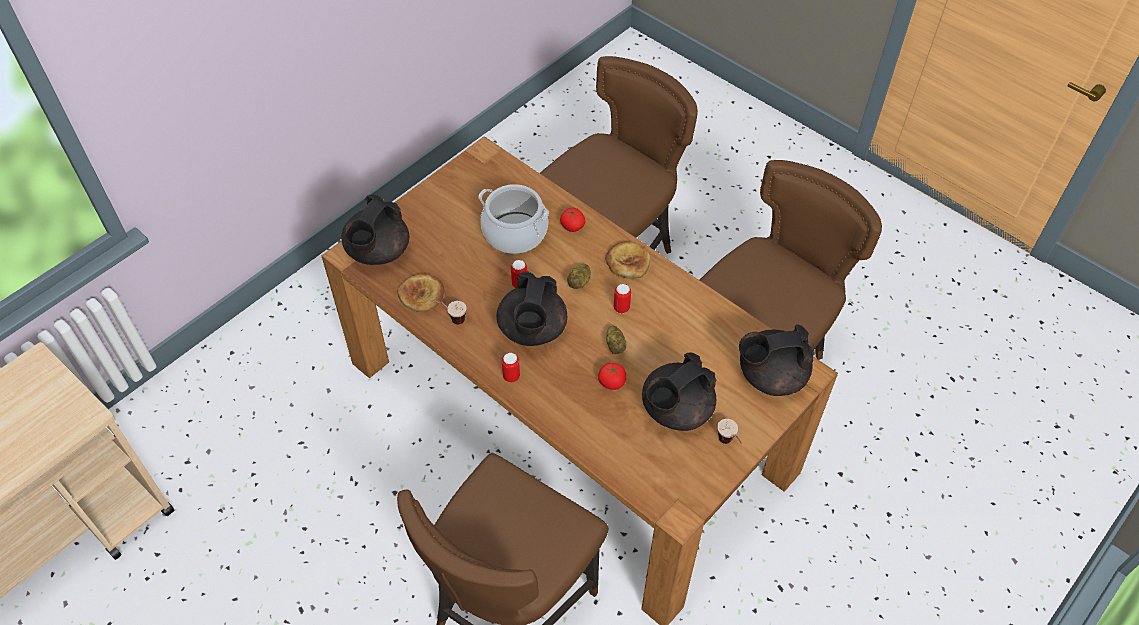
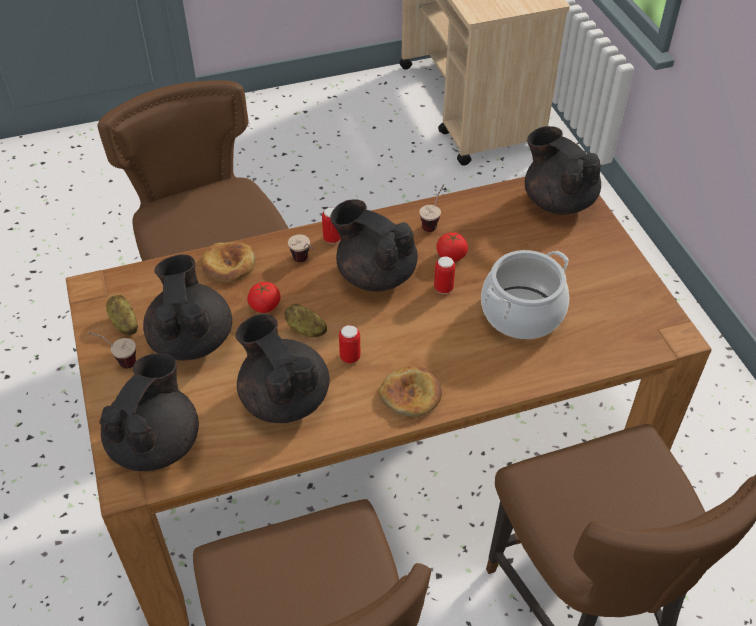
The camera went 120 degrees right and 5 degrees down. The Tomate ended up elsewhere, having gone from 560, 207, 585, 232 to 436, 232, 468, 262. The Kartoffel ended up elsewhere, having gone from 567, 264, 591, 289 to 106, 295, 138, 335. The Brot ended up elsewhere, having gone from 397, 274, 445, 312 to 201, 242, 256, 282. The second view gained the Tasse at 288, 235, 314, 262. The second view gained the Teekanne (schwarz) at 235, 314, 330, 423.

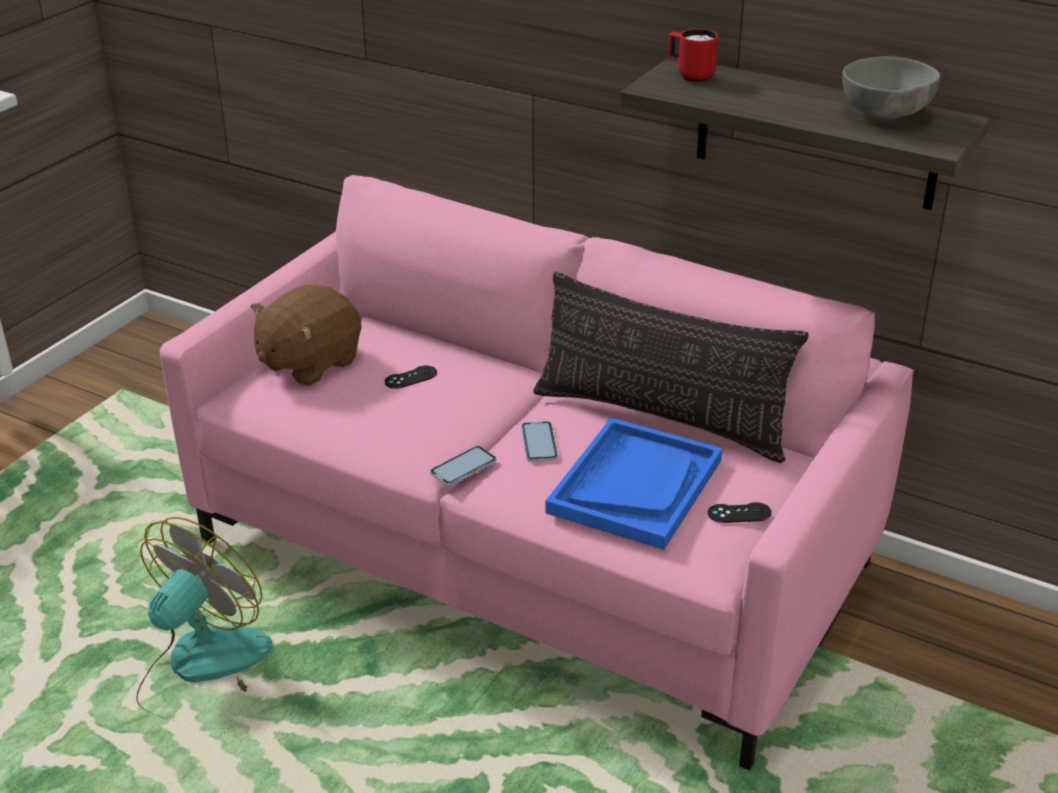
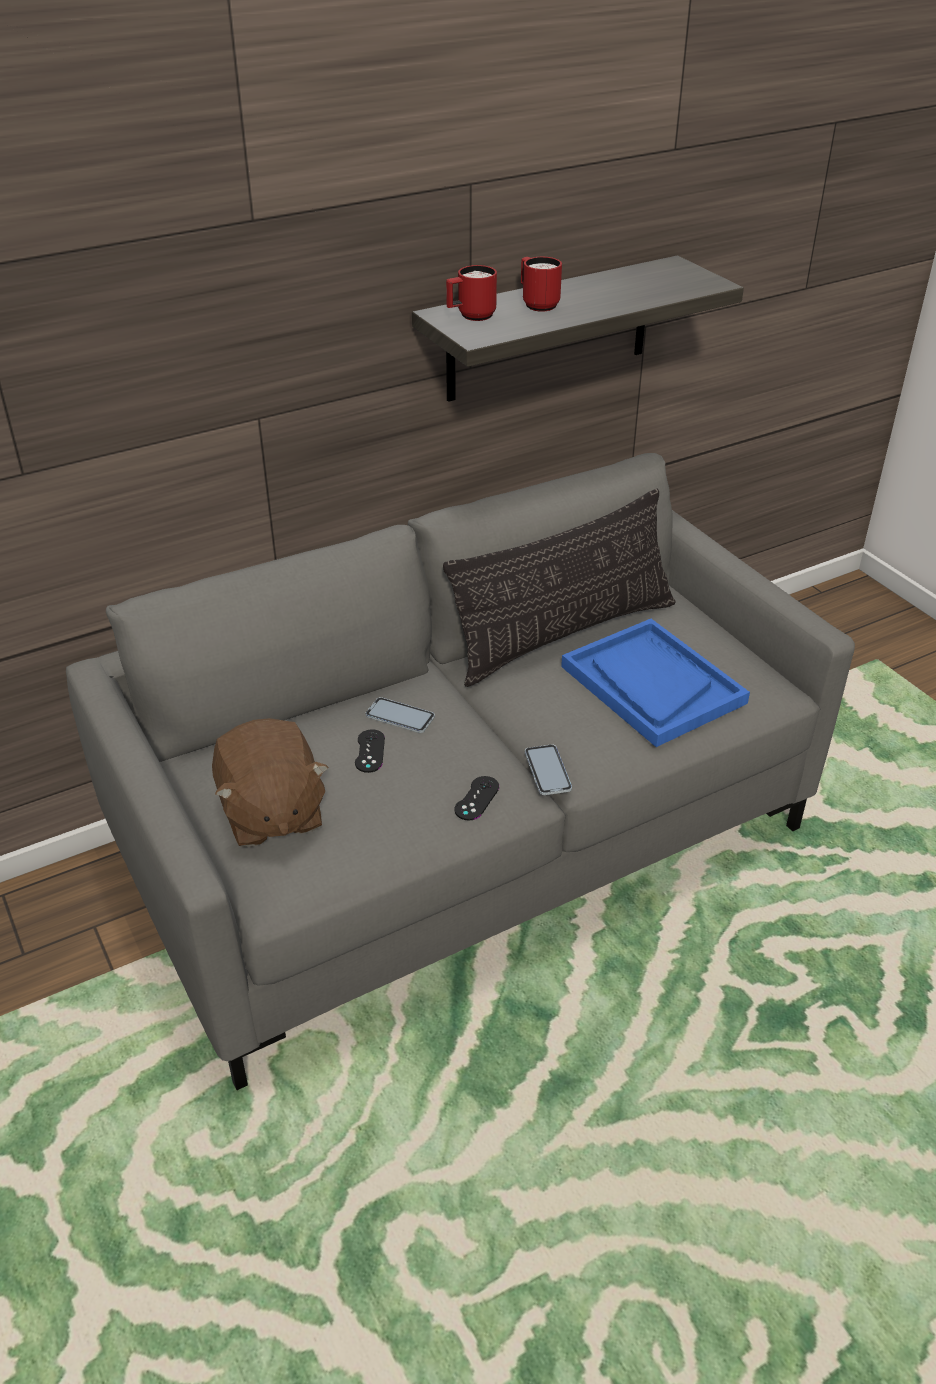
The camera went 60 degrees left and 5 degrees up. The second view lost the Schüssel (grau) at 842, 56, 940, 119. What was the Sofa (rosa) at 160, 175, 914, 770 turned into the Sofa (grau) at 66, 453, 855, 1090. The Handy ended up elsewhere, having gone from 521, 421, 558, 462 to 366, 697, 435, 733. The Gamepad (schwarz) ended up elsewhere, having gone from 708, 502, 772, 523 to 454, 776, 499, 820. The second view lost the Ventilator at 136, 517, 273, 722. The second view gained the Henkelbecher (rot) at 521, 257, 562, 312.

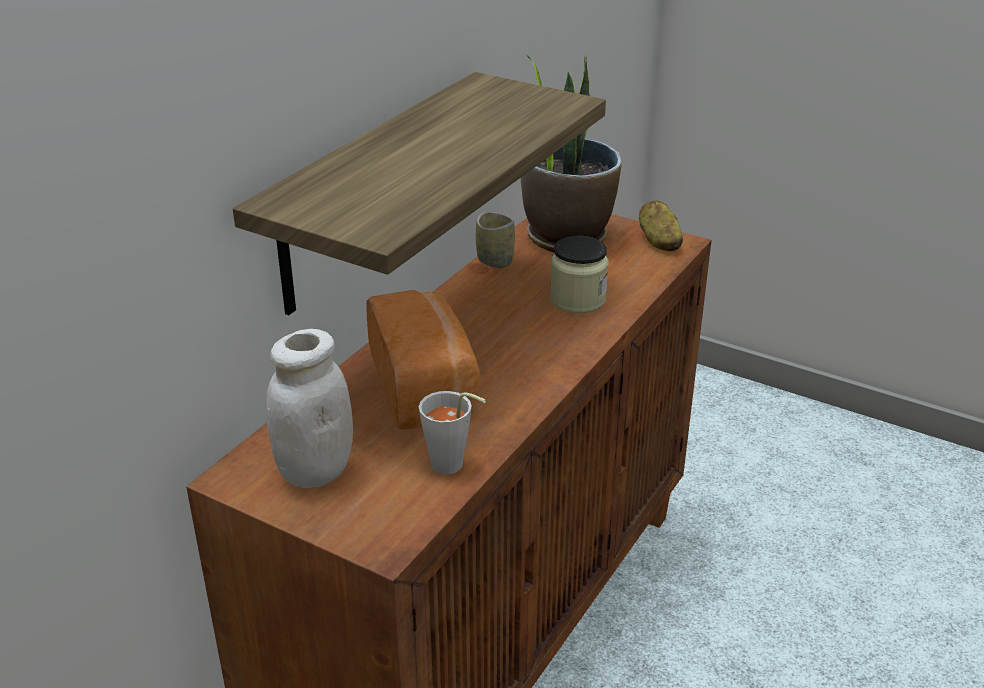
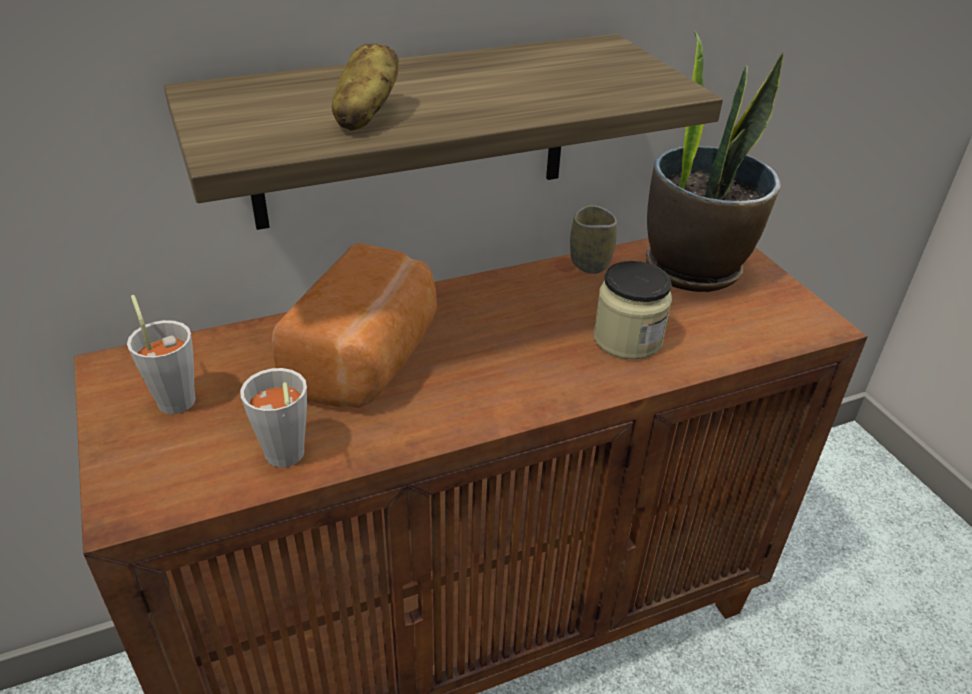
The camera went 35 degrees right and 5 degrees up. The Kartoffel ended up elsewhere, having gone from 639, 201, 683, 251 to 332, 43, 399, 131. Where the Vorratsglas (weiß) stood at 266, 329, 353, 488, the Tasse (grau) came to stand at 127, 295, 196, 414.

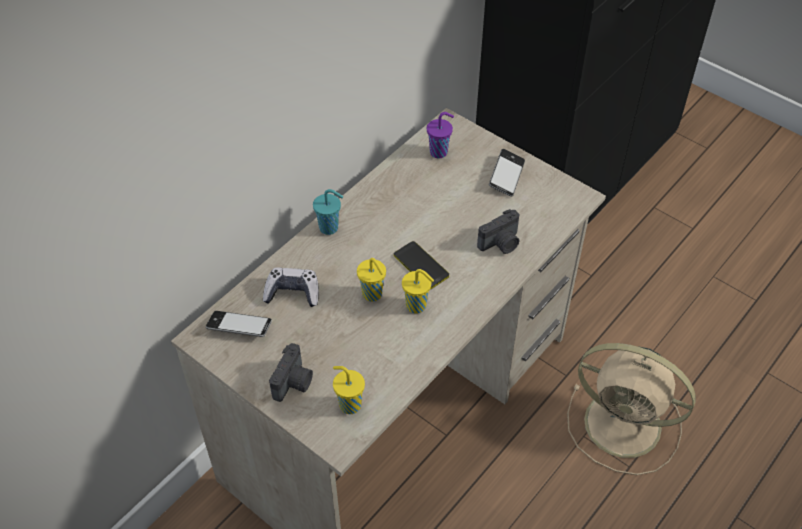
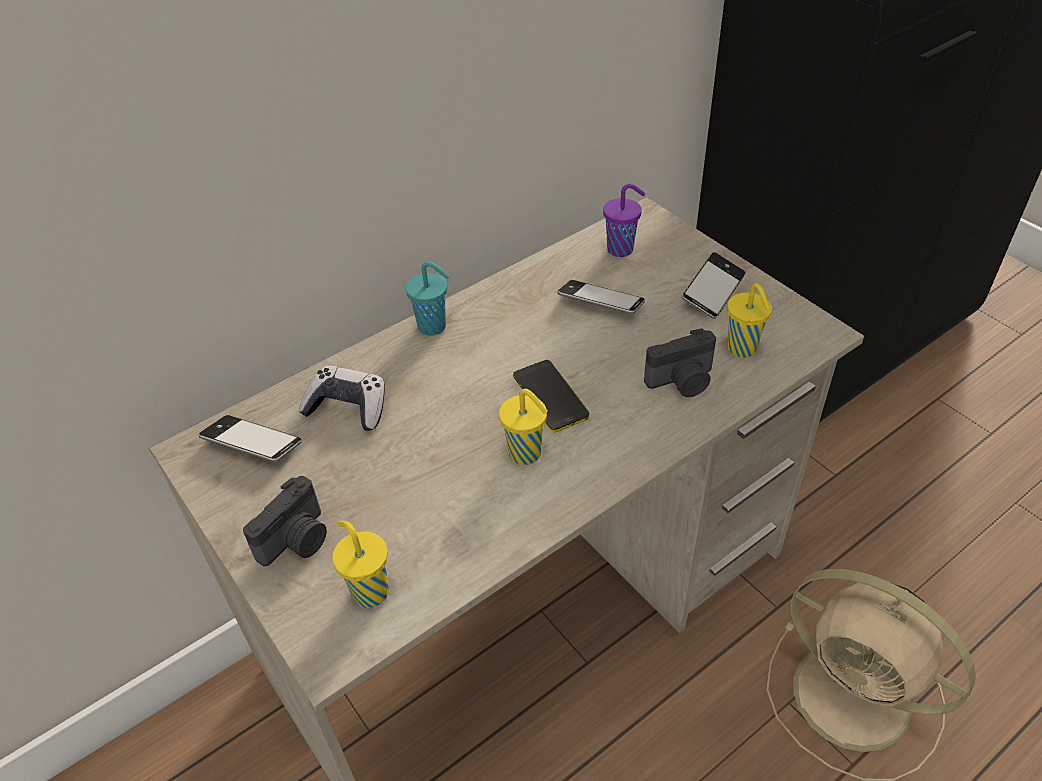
The camera went 15 degrees right and 5 degrees down. The Tasse (gelb) ended up elsewhere, having gone from 357, 258, 386, 302 to 727, 283, 772, 358. The second view gained the Handy at 557, 280, 645, 314.

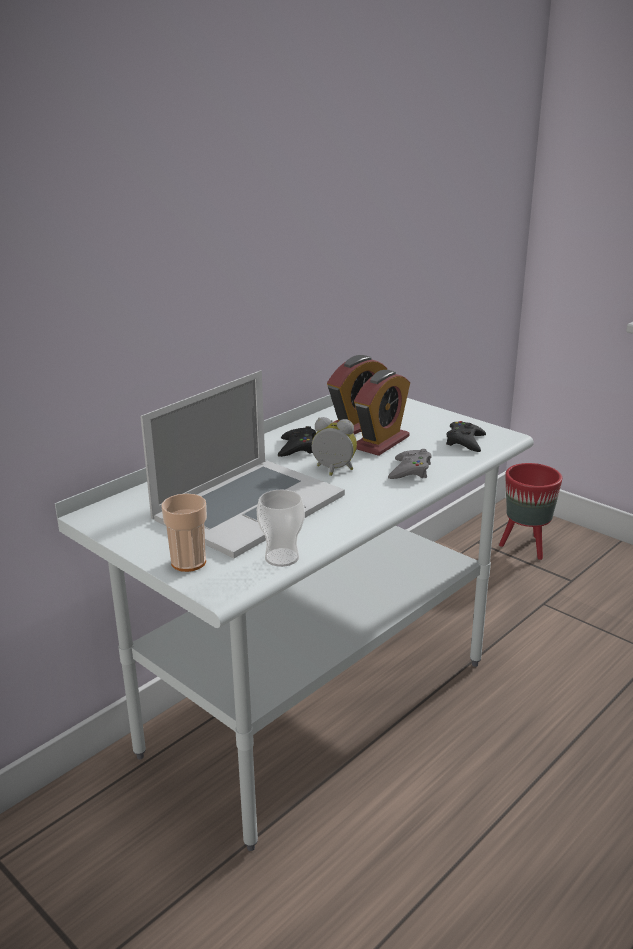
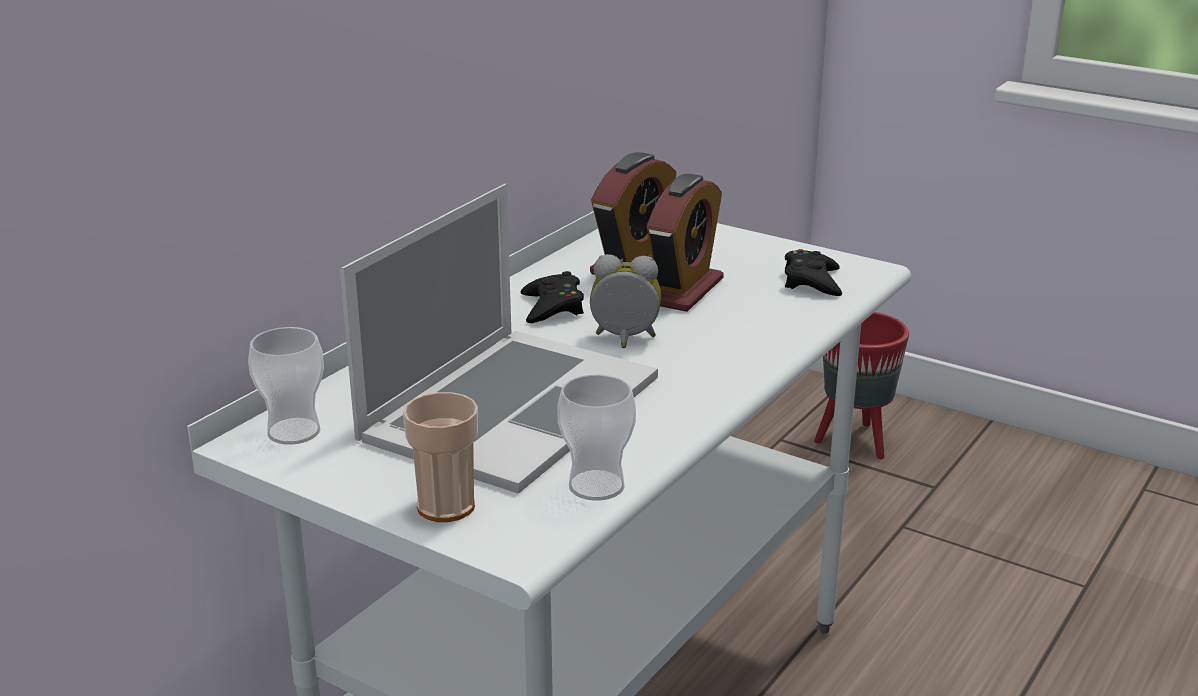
The camera went 10 degrees left and 0 degrees up. The second view lost the Gamepad (grau) at 388, 449, 432, 479. The second view gained the Tasse at 248, 327, 324, 445.

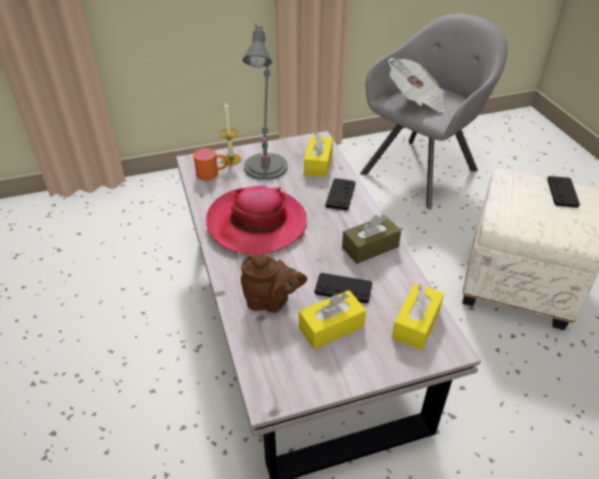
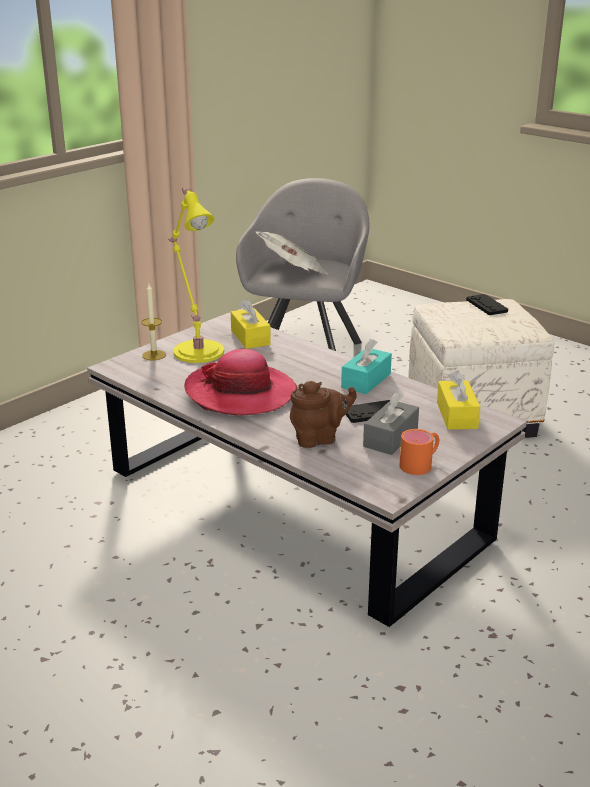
The camera went 30 degrees left and 15 degrees down. What was the Tischlampe (grau) at 242, 23, 288, 180 turned into the Tischlampe (gelb) at 169, 188, 224, 363. The Henkelbecher (orange) ended up elsewhere, having gone from 193, 148, 228, 181 to 400, 429, 439, 475. The second view lost the Gamepad (schwarz) at 325, 178, 355, 211. What was the Taschentuchbox (braun) at 342, 214, 401, 264 turned into the Taschentuchbox (türkis) at 341, 339, 392, 394. What was the Taschentuchbox (gelb) at 299, 290, 366, 349 turned into the Taschentuchbox (grau) at 363, 392, 419, 455.

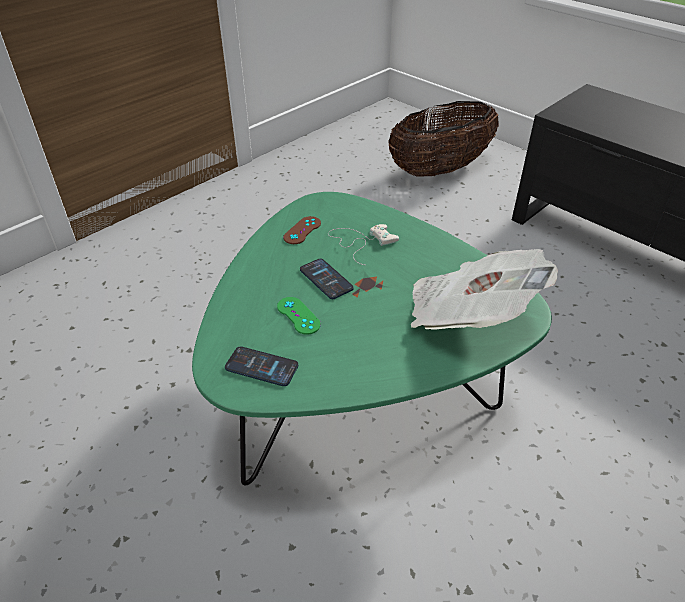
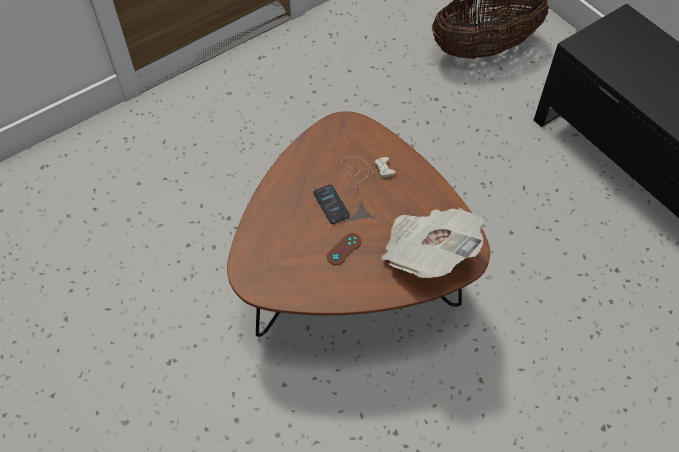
The camera went 10 degrees right and 15 degrees up. What was the Couchtisch (grün) at 192, 192, 552, 486 turned into the Couchtisch (braun) at 227, 111, 490, 337. The Gamepad (braun) ended up elsewhere, having gone from 283, 216, 321, 244 to 327, 233, 361, 265. The second view lost the Gamepad (grün) at 277, 297, 321, 335. The second view lost the Handy at 225, 346, 298, 386.

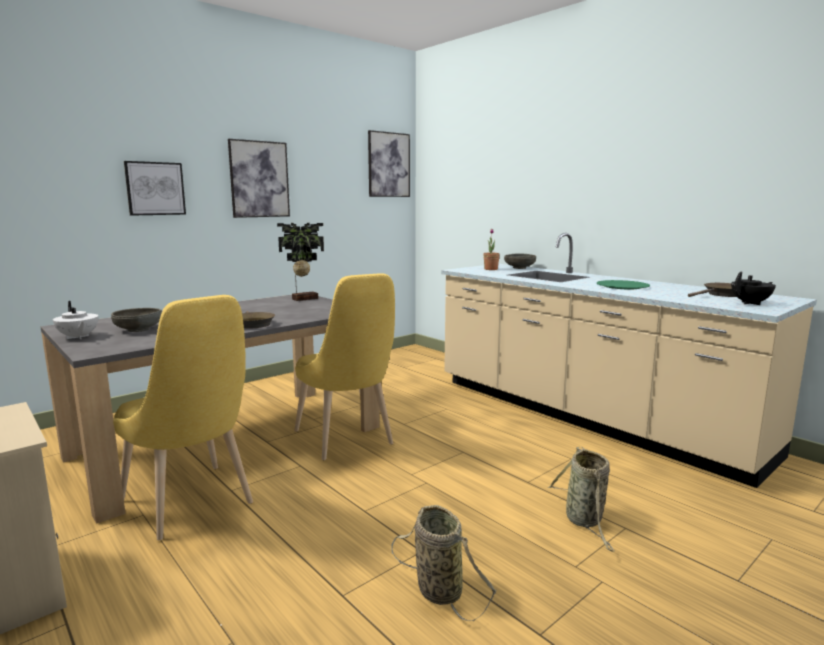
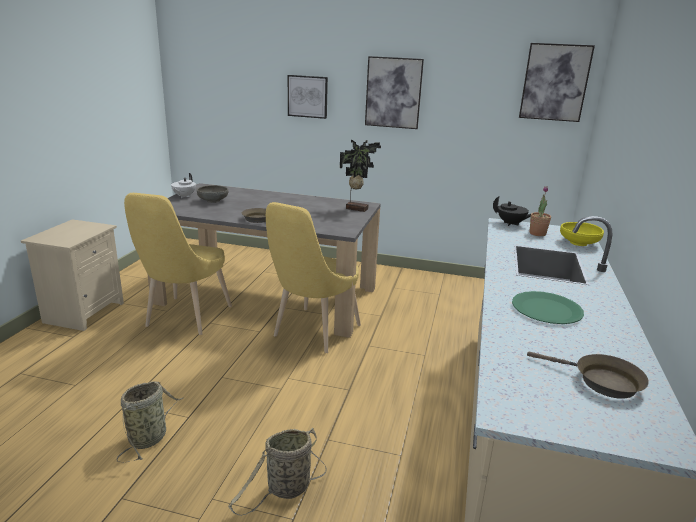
The camera went 55 degrees right and 10 degrees up. What was the Schüssel (grau) at 504, 254, 536, 269 turned into the Schüssel (gelb) at 560, 222, 604, 246. The Teekanne (schwarz) ended up elsewhere, having gone from 731, 271, 776, 305 to 493, 196, 531, 226.

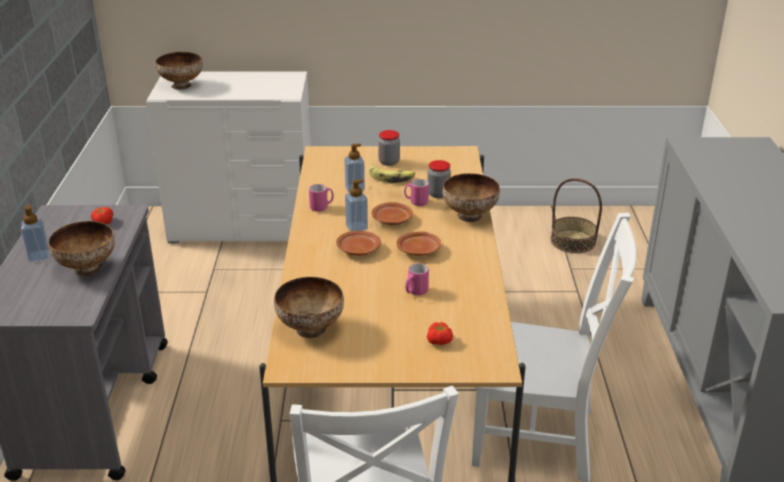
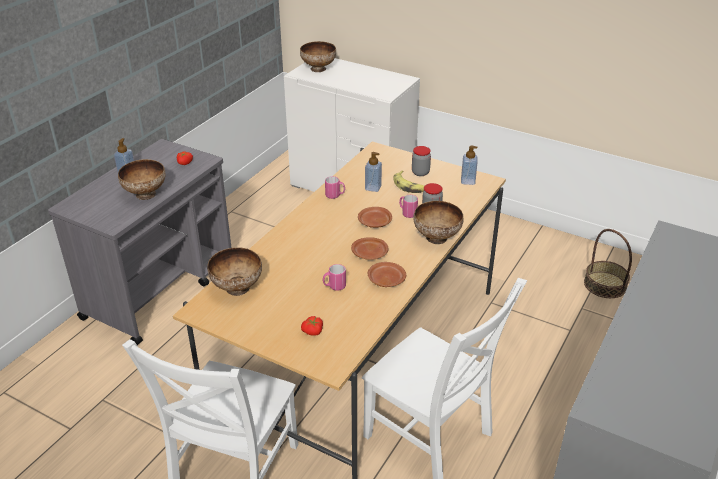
The camera went 30 degrees right and 5 degrees up. The Seifenspender ended up elsewhere, having gone from 345, 179, 368, 231 to 461, 145, 478, 185. The Teller (braun) ended up elsewhere, having gone from 336, 231, 381, 256 to 368, 262, 406, 287.

